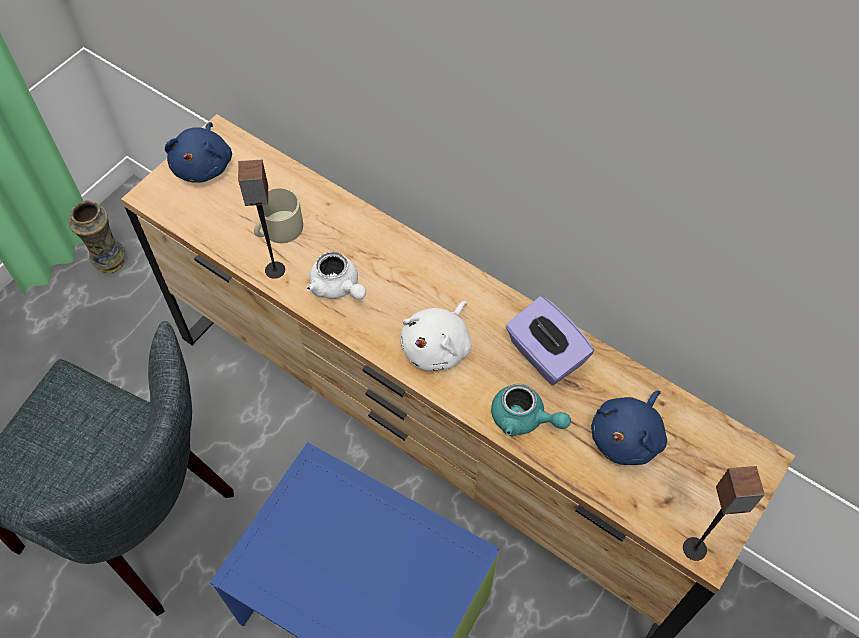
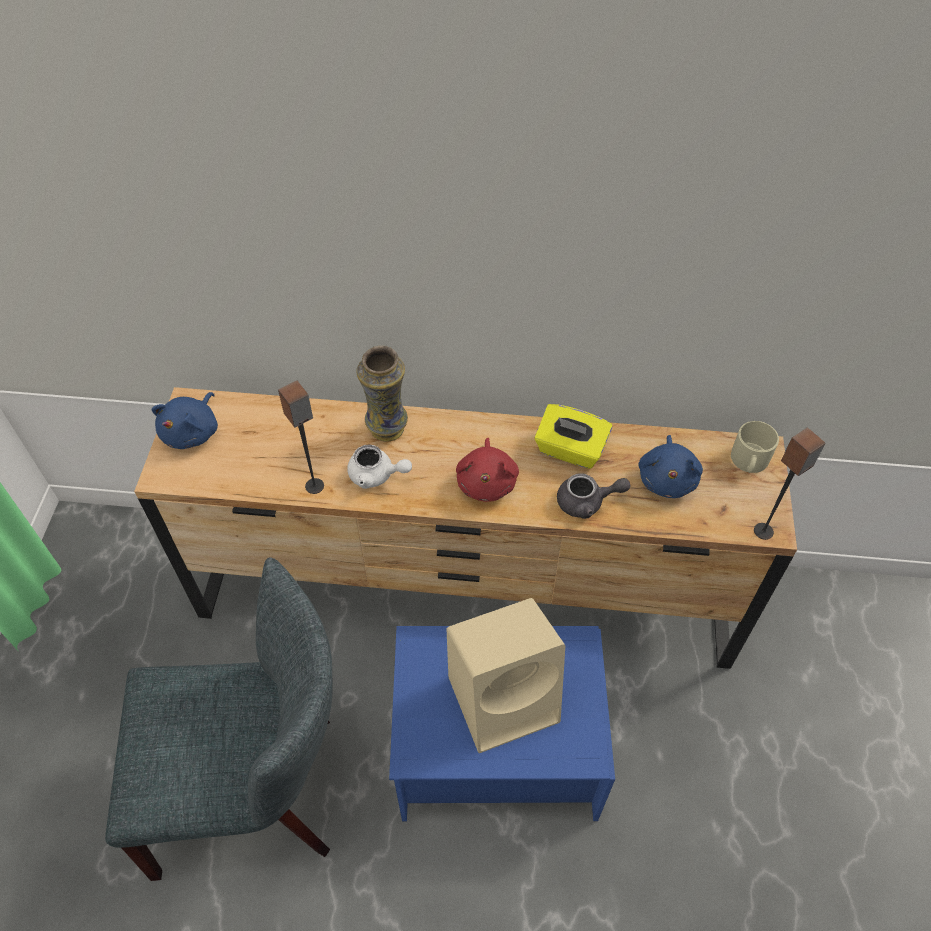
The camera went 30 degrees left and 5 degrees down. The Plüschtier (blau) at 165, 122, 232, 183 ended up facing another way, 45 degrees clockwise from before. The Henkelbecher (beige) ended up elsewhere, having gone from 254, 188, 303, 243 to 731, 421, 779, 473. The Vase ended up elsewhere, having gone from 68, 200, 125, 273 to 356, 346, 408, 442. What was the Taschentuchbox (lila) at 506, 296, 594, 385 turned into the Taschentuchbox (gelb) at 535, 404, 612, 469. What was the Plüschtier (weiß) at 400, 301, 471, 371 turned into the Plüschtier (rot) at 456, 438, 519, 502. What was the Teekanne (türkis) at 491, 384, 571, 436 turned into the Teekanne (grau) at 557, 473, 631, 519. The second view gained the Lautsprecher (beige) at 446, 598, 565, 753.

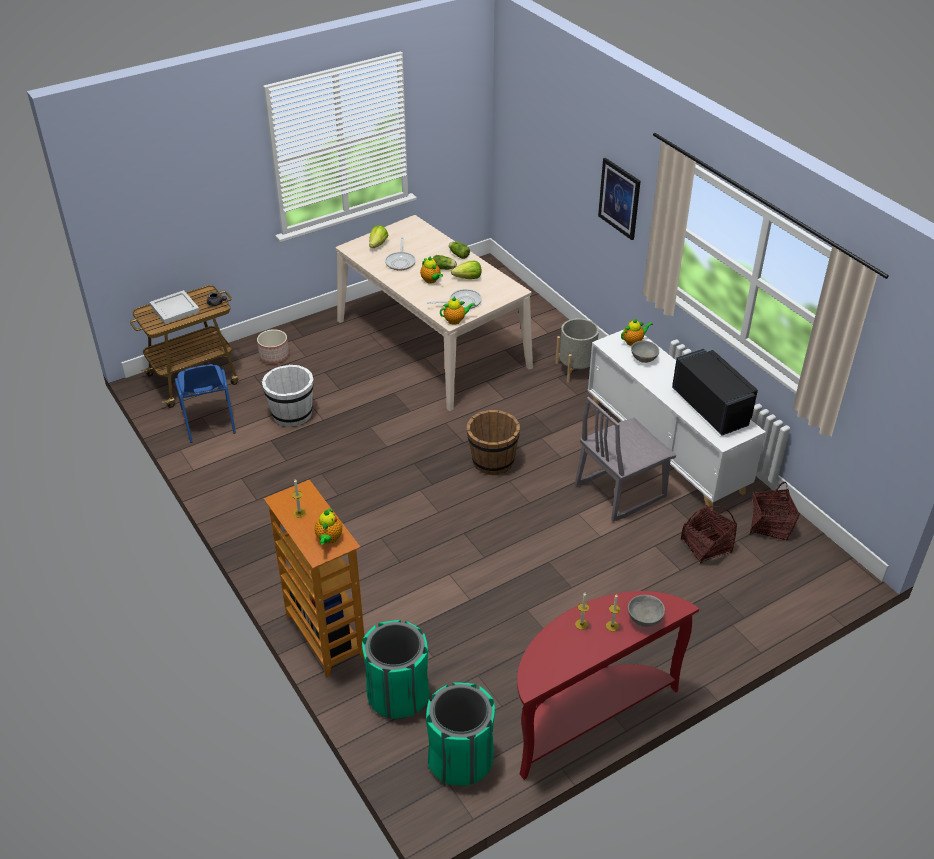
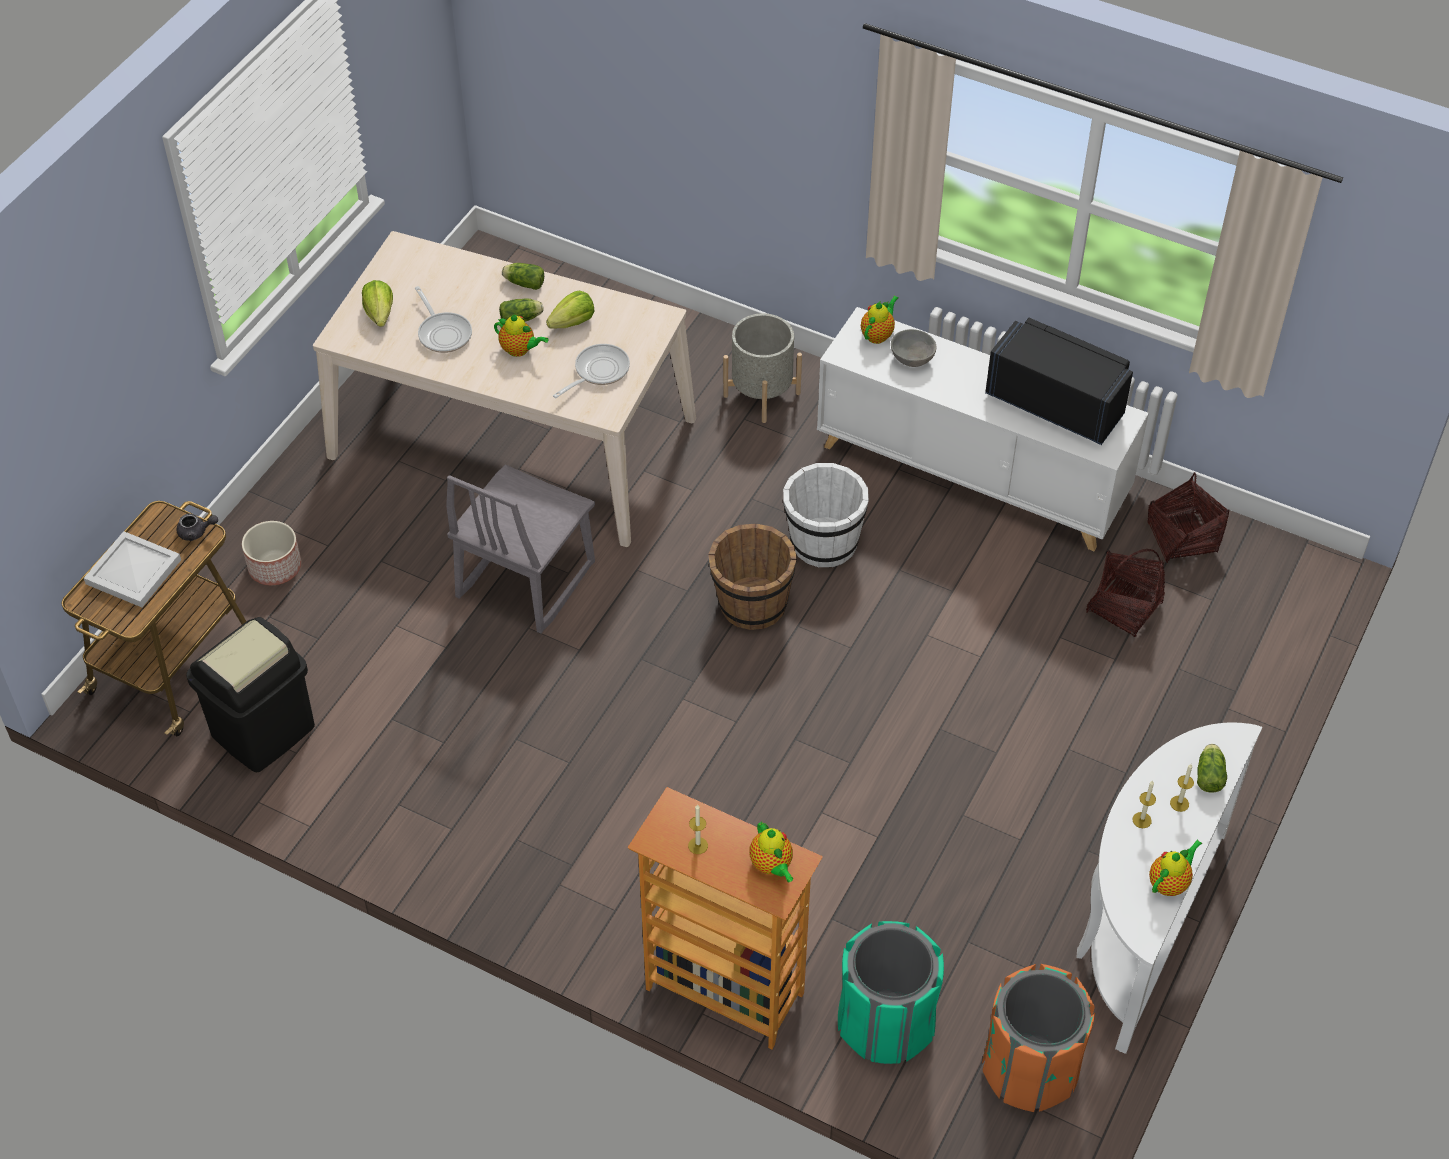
The camera went 30 degrees left and 10 degrees up. The second view lost the Bild at 598, 158, 641, 240. The Teekanne ended up elsewhere, having gone from 440, 296, 475, 325 to 1149, 839, 1202, 896. Where the Stuhl (blau) stood at 175, 364, 236, 443, the Mülleimer (schwarz) came to stand at 186, 617, 315, 772. The Eimer (weiß) ended up elsewhere, having gone from 262, 365, 314, 427 to 783, 463, 869, 567. The Stuhl (grau) ended up elsewhere, having gone from 575, 397, 676, 522 to 446, 465, 595, 634. What was the Konsolentisch (rot) at 517, 591, 699, 780 turned into the Konsolentisch (weiß) at 1076, 723, 1262, 1054. Where the Schüssel (grau) stood at 628, 595, 665, 627, the Salatkopf came to stand at 1197, 744, 1227, 793. What was the Mülleimer (grün) at 426, 683, 495, 786 turned into the Mülleimer (orange) at 982, 964, 1095, 1112.

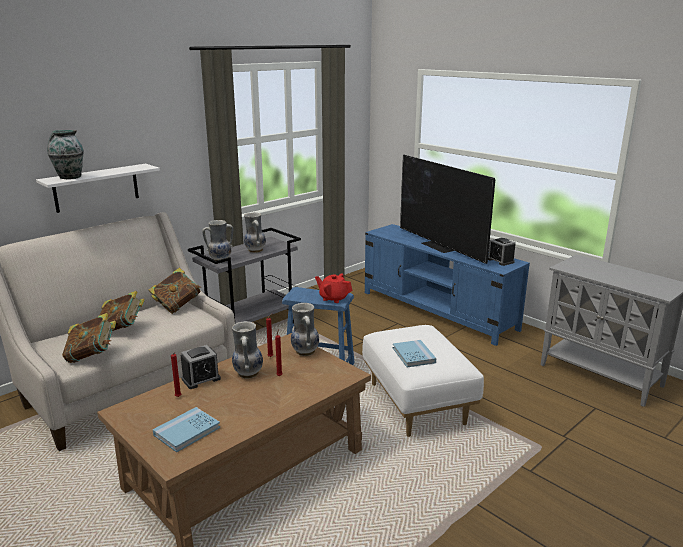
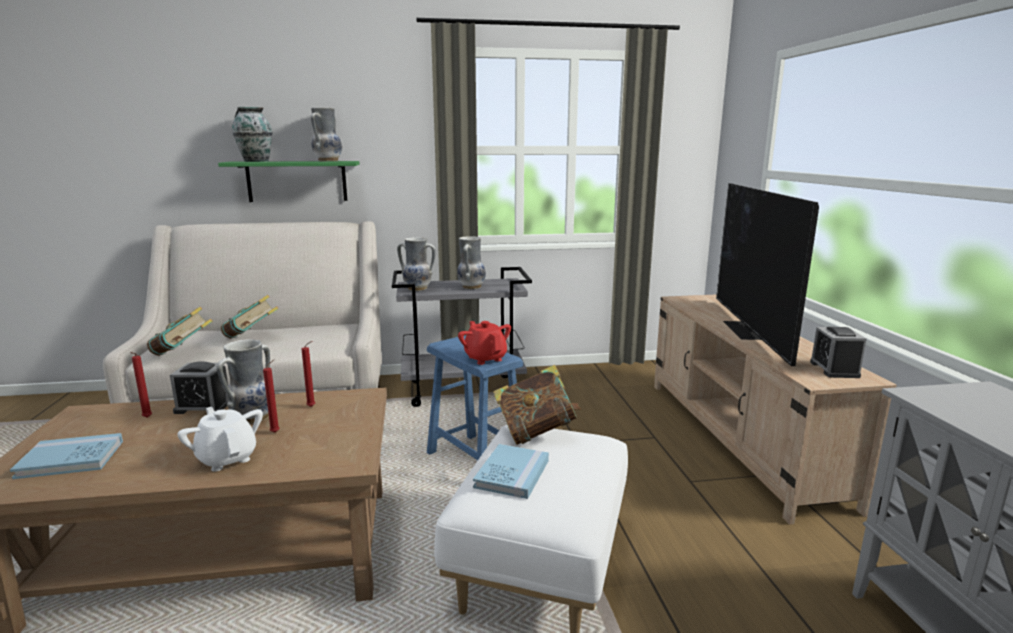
The camera went 35 degrees right and 5 degrees down. What was the Wandregal (weiß) at 36, 164, 160, 213 turned into the Wandregal (grün) at 218, 161, 360, 202. What was the Fernsehschrank (blau) at 365, 224, 530, 346 turned into the Fernsehschrank (beige) at 654, 294, 897, 525. The Buch ended up elsewhere, having gone from 149, 267, 200, 314 to 493, 365, 581, 445. The Vase ended up elsewhere, having gone from 291, 303, 319, 356 to 311, 108, 342, 161. The second view gained the Teekanne (weiß) at 177, 407, 263, 472.

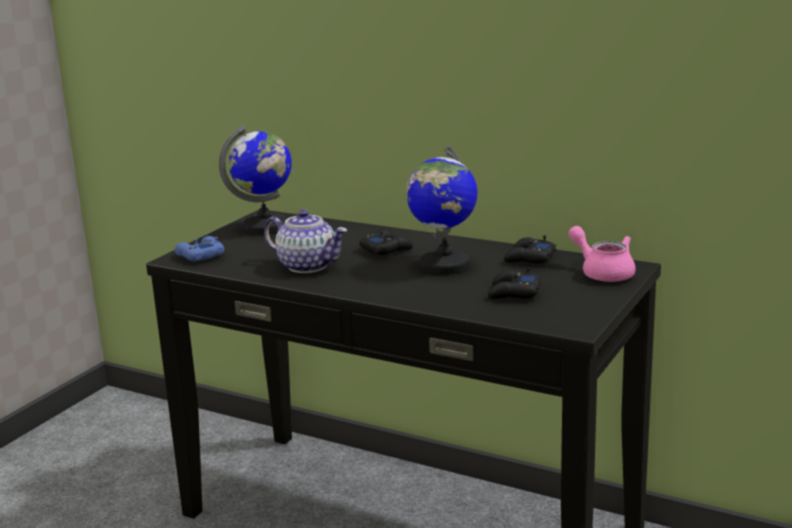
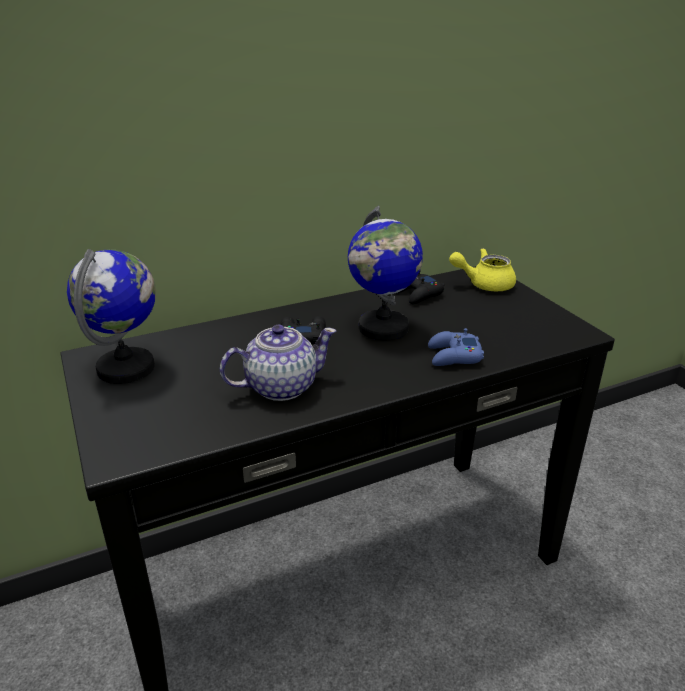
The camera went 55 degrees left and 10 degrees up. What was the Teekanne (rosa) at 568, 226, 636, 282 turned into the Teekanne (gelb) at 449, 248, 516, 291. The Gamepad (blau) ended up elsewhere, having gone from 174, 236, 224, 261 to 428, 328, 484, 366. The second view lost the Gamepad (schwarz) at 488, 267, 541, 299.

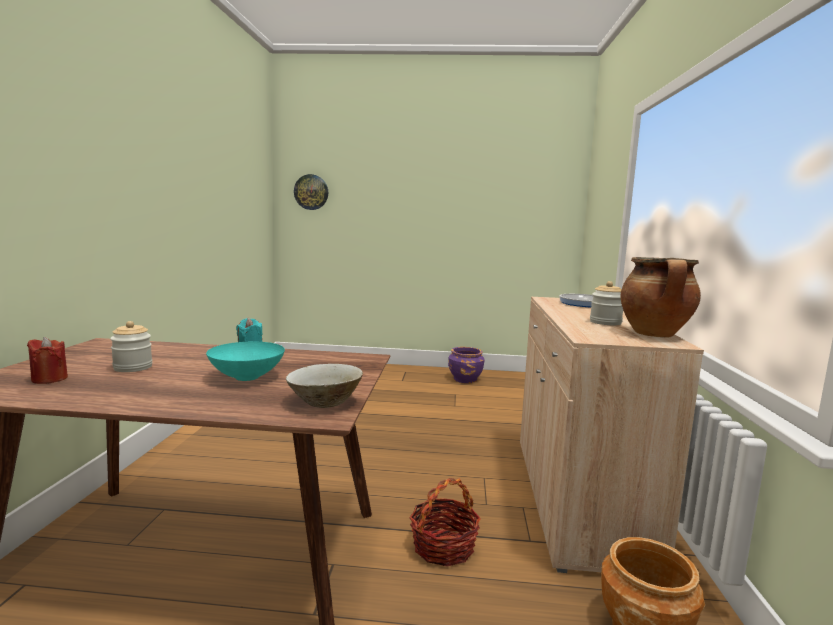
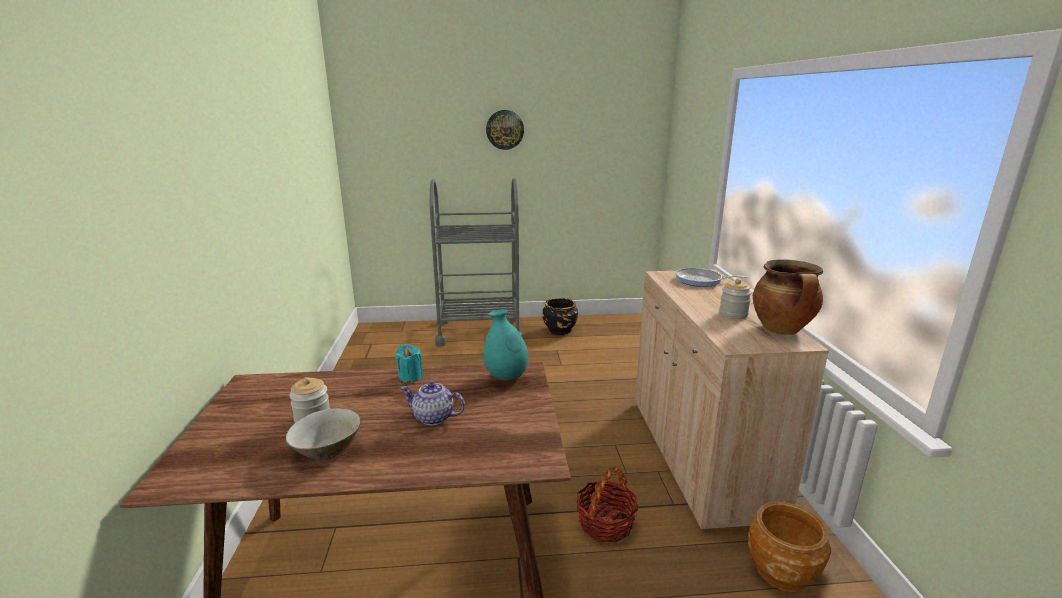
The camera went 10 degrees left and 10 degrees up. The Wanduhr ended up elsewhere, having gone from 294, 174, 328, 210 to 486, 110, 524, 150. The second view lost the Kerze (rot) at 27, 337, 68, 384. Where the Schüssel (türkis) stood at 206, 342, 285, 381, the Teekanne came to stand at 401, 382, 465, 425. What was the Pflanzkübel (lila) at 448, 347, 485, 383 turned into the Pflanzkübel (schwarz) at 543, 298, 578, 335. The Schüssel (beige) ended up elsewhere, having gone from 286, 364, 363, 408 to 286, 408, 360, 460. The second view gained the Rollwagen (grau) at 430, 178, 523, 347. The second view gained the Vase (türkis) at 483, 309, 528, 380.

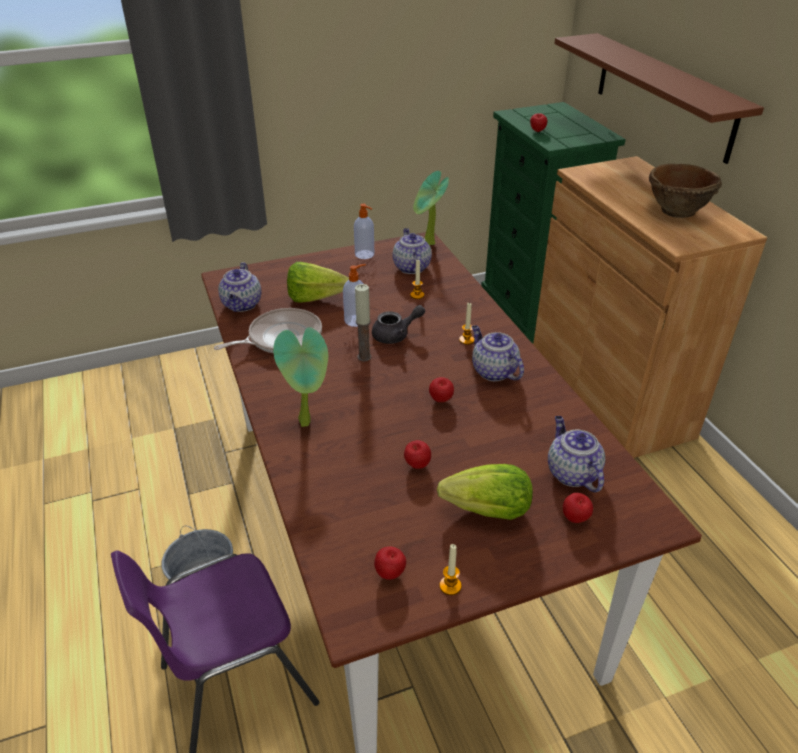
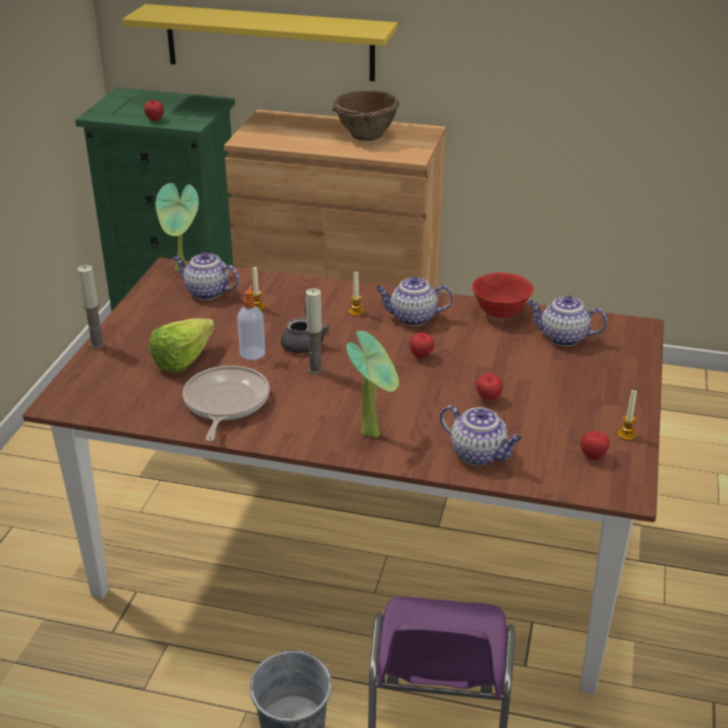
The camera went 55 degrees left and 5 degrees down. What was the Wandregal (braun) at 554, 33, 764, 164 turned into the Wandregal (gelb) at 122, 4, 398, 81. The second view lost the Seifenspender at 354, 204, 374, 259. The Teekanne ended up elsewhere, having gone from 218, 262, 262, 312 to 440, 405, 522, 466. The second view lost the Salatkopf at 437, 464, 533, 520. The second view lost the Apfel at 563, 493, 593, 523. The second view gained the Kerze at 78, 265, 105, 349. The second view gained the Schüssel (rot) at 472, 272, 534, 318.

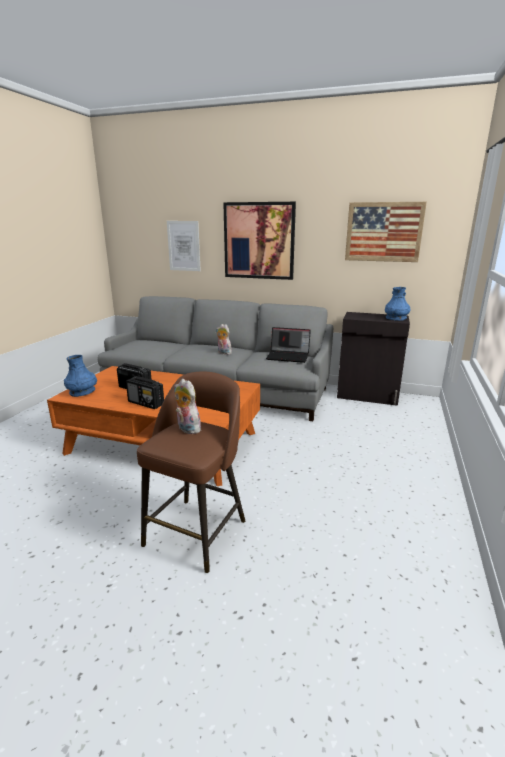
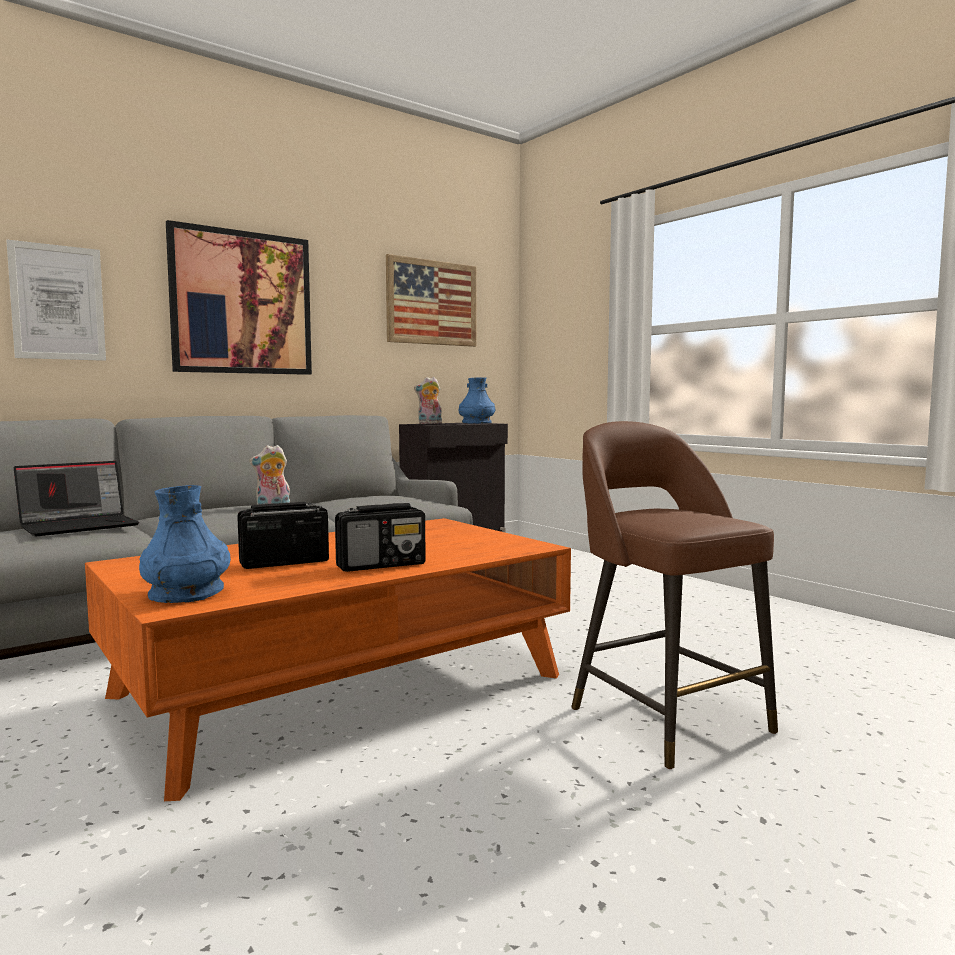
The camera went 55 degrees left and 15 degrees down. The Laptop ended up elsewhere, having gone from 266, 327, 311, 363 to 14, 461, 140, 536. The Plüschtier ended up elsewhere, having gone from 174, 379, 204, 434 to 414, 377, 442, 424.

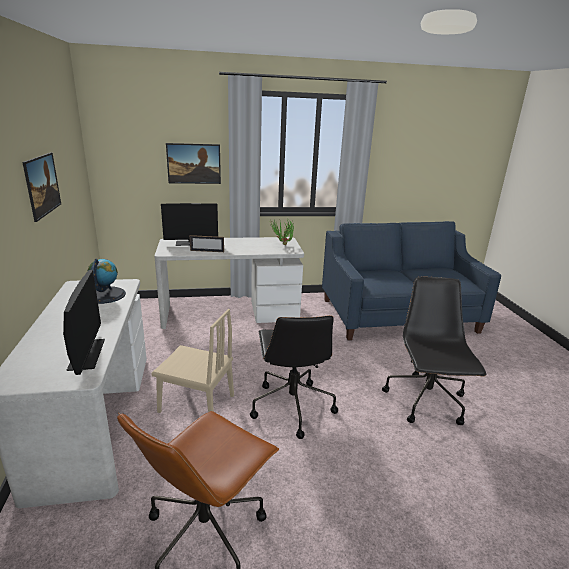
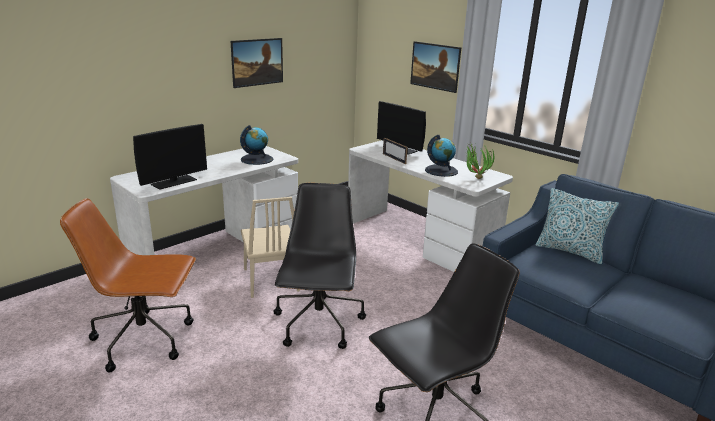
The camera went 55 degrees right and 0 degrees up. The Bürostuhl (schwarz) at 250, 315, 338, 439 ended up facing another way, 135 degrees clockwise from before. The second view gained the Globus at 425, 135, 458, 177. The second view gained the Kissen at 536, 188, 619, 264.

